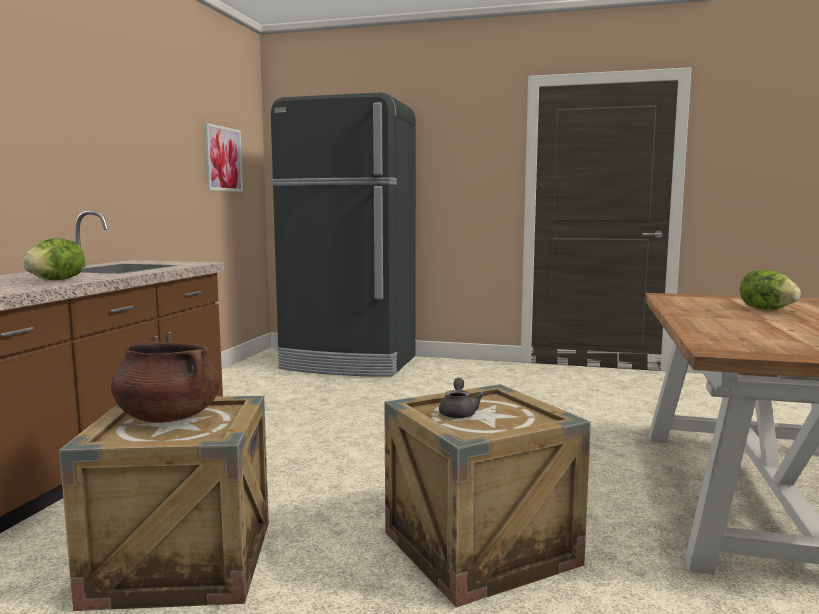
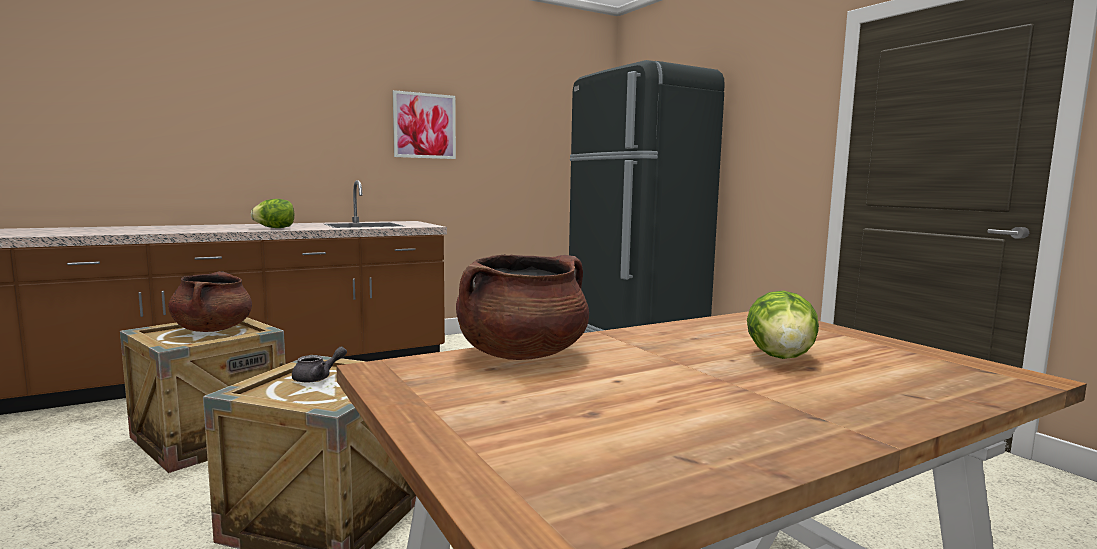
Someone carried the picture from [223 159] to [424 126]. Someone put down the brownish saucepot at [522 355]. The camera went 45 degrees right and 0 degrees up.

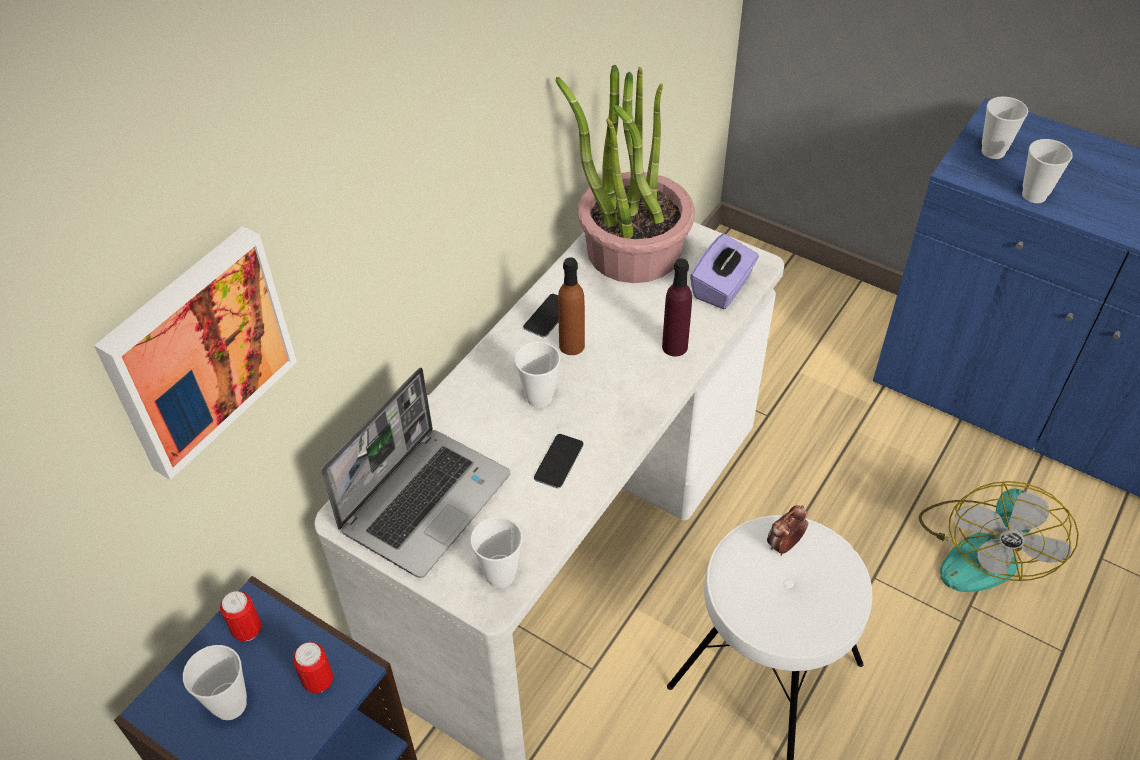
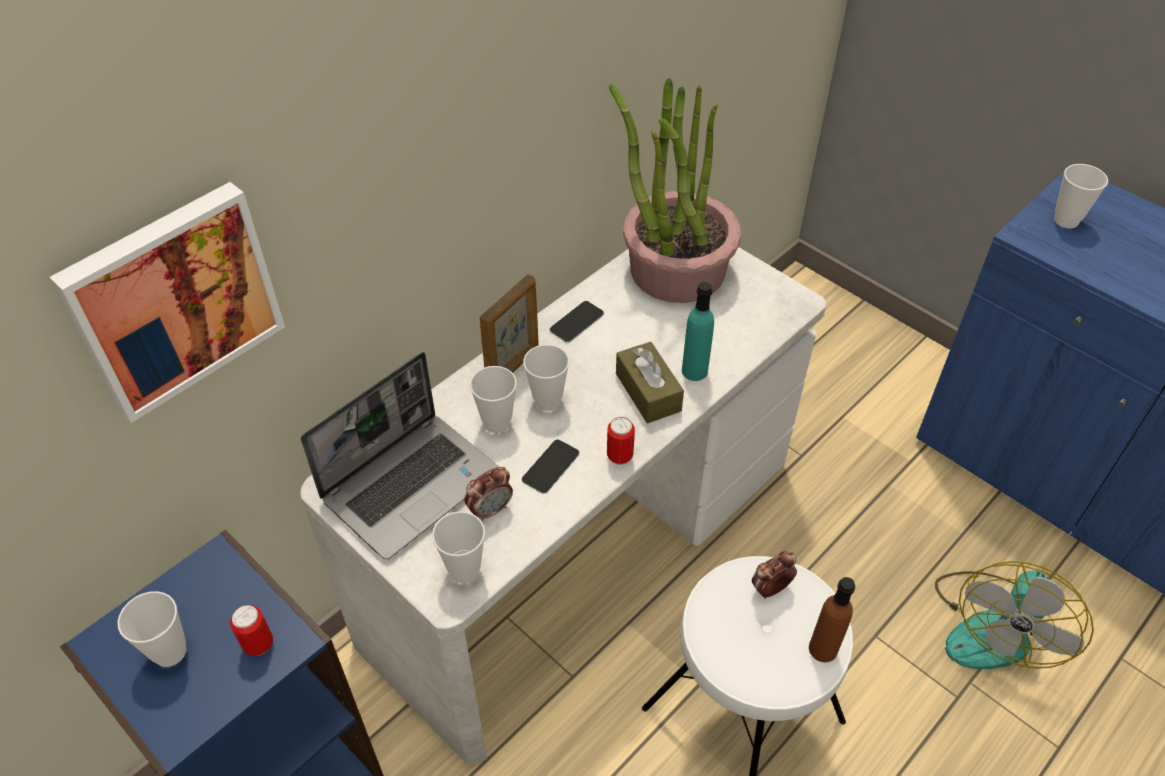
Someone put down the table clock at [490 510]. Someone carried the small cup from [1034 195] to [497 422]. Someone put down the standing frame at [513 366]. Someone carried the sealed can from [247 630] to [619 456]. Someone put down the brownish tissue box at [648 392]. Someone repainted the purplish bottle at [674 346], which became the blue-green bottle at [694 371]. Someone carried the brownish bottle from [572 345] to [823 649]. Someone took away the purplish tissue box at [722 288]. The camera went 10 degrees right and 0 degrees up.

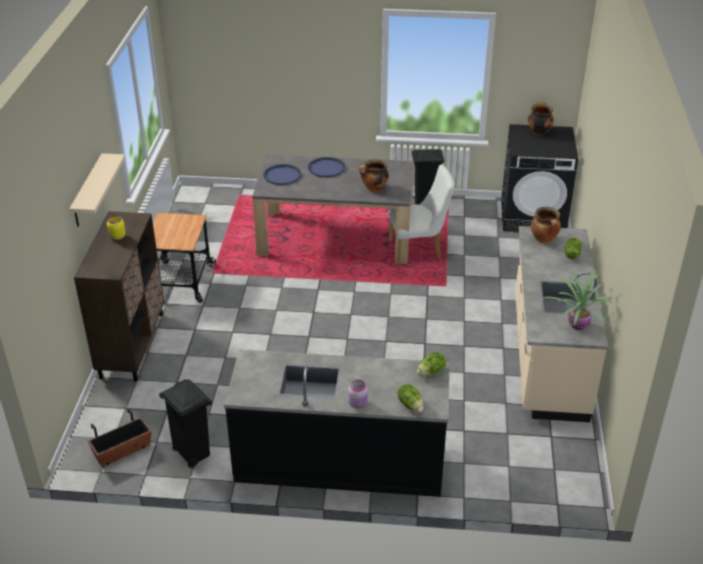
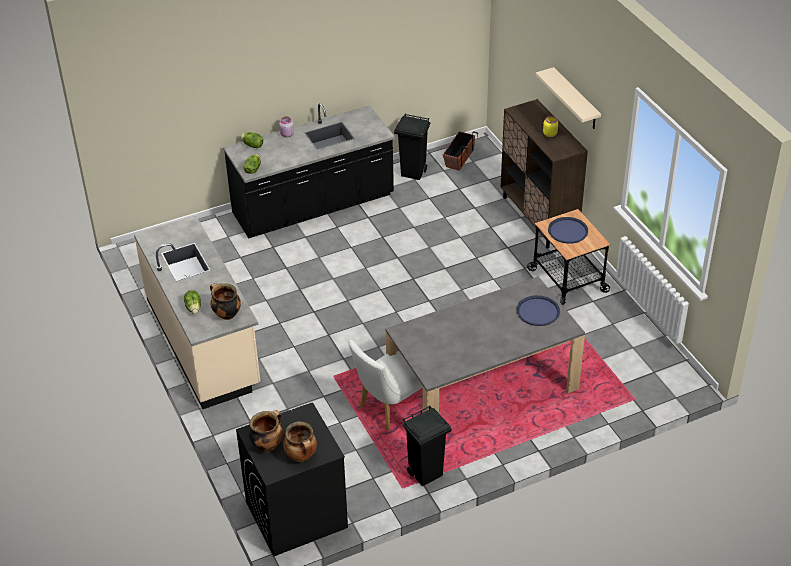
Someone carried the saucepot from [374 189] to [267 444]. Someone carried the blue carrying tray from [326 168] to [568 231]. Someone took away the plant in a pot at [577 325]. The camera went 150 degrees right and 5 degrees up.

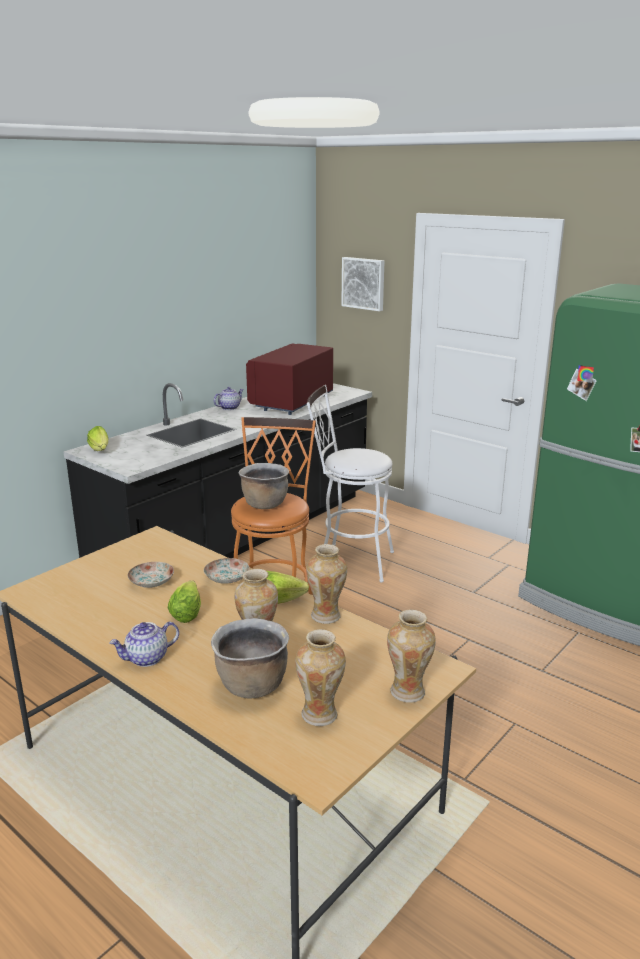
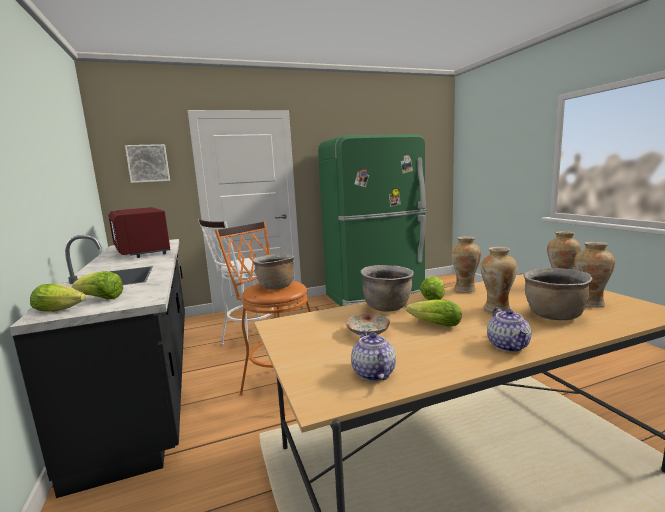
Someone put down the lettuce head at [101 299]. Someone carried the tea pot from [229 407] to [372 373]. Someone swapped the flat dish at [227 578] for the brownish saucepot at [387 307]. The camera went 60 degrees left and 10 degrees down.

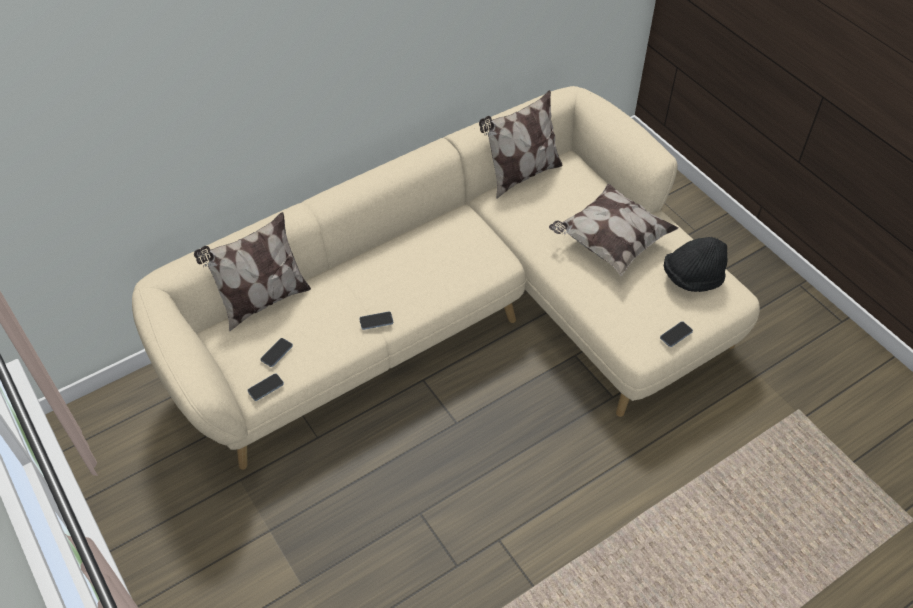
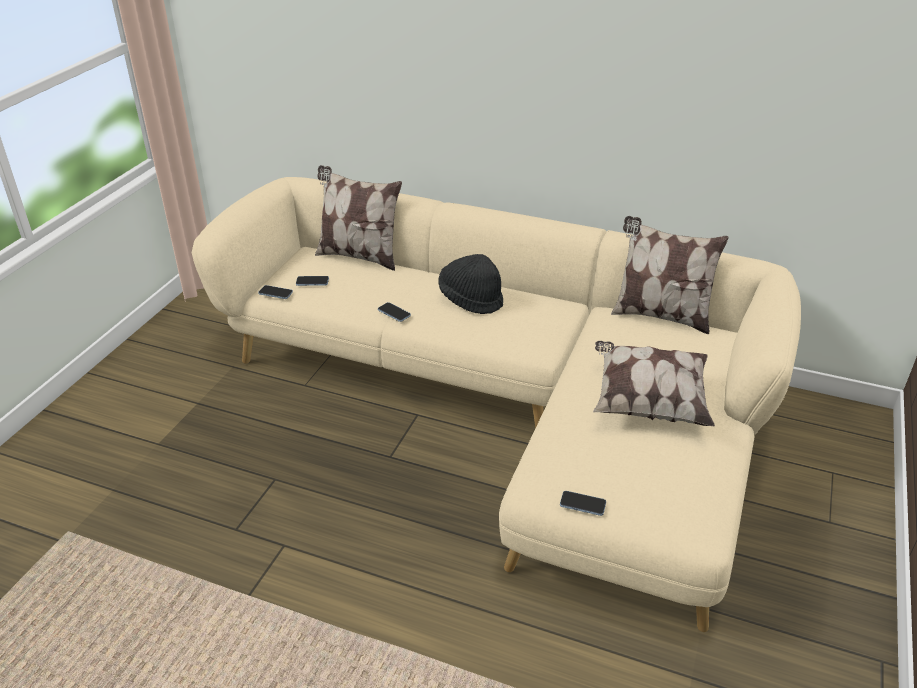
Someone carried the black wearable hat from [692 278] to [471 299]. The camera went 55 degrees right and 15 degrees down.

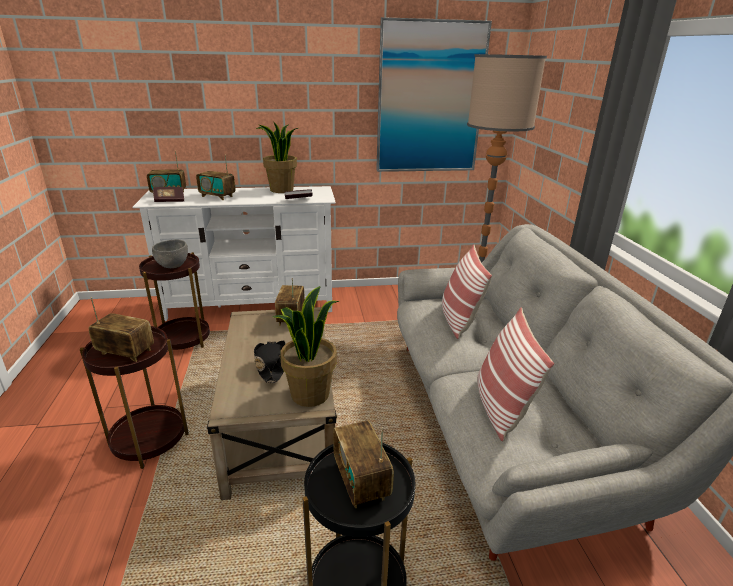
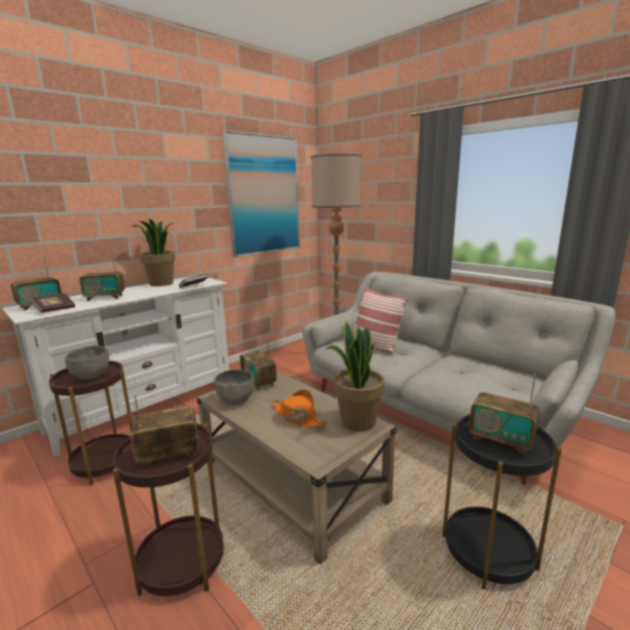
Someone put down the greyish serving bowl at [236 400]. Someone repainted the black wearable hat at [271 365], which became the orange wearable hat at [298 417]. Someone took away the throw pillow at [500 407]. The camera went 35 degrees left and 10 degrees down.

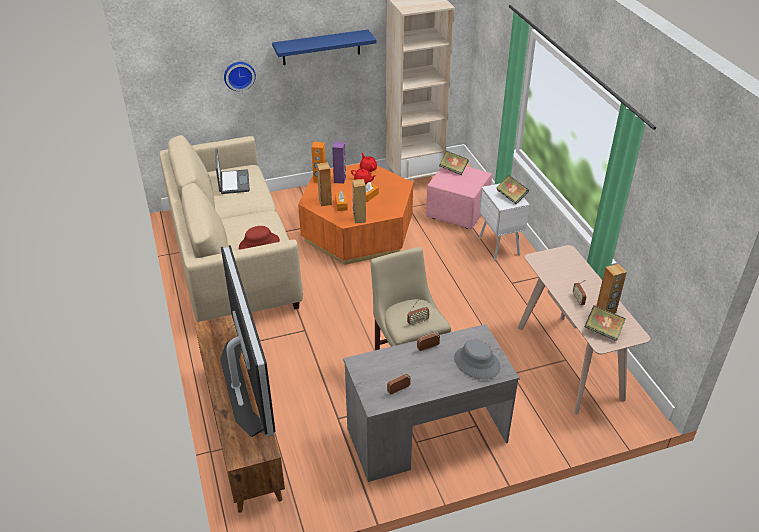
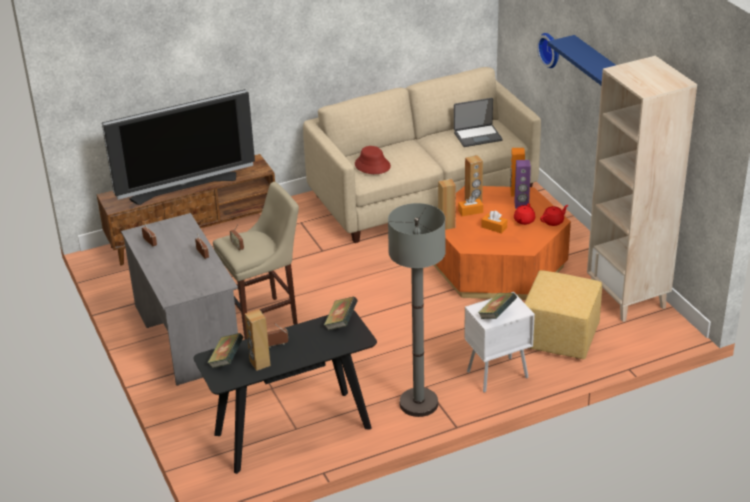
Someone repainted the sand-coloured hall table at [569 362], which became the black hall table at [292 431]. Someone carried the book from [453 169] to [341 322]. Someone put down the greyish standard lamp at [418 403]. Someone repainted the pink-coloured ottoman at [456 213], which became the yellow ottoman at [559 337]. Someone took away the greyish wearable hat at [476 363]. The camera went 85 degrees right and 5 degrees down.

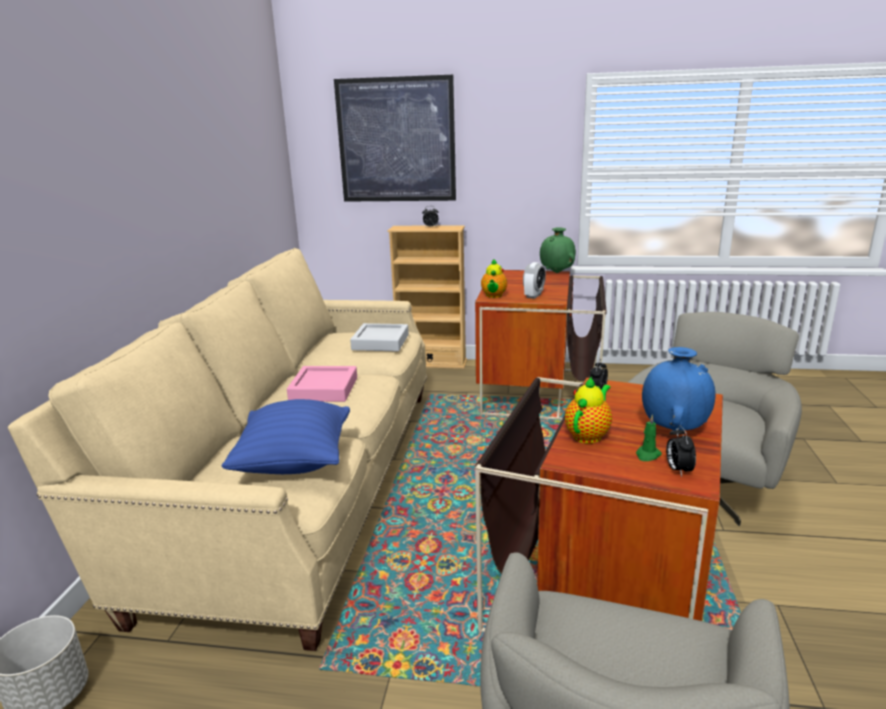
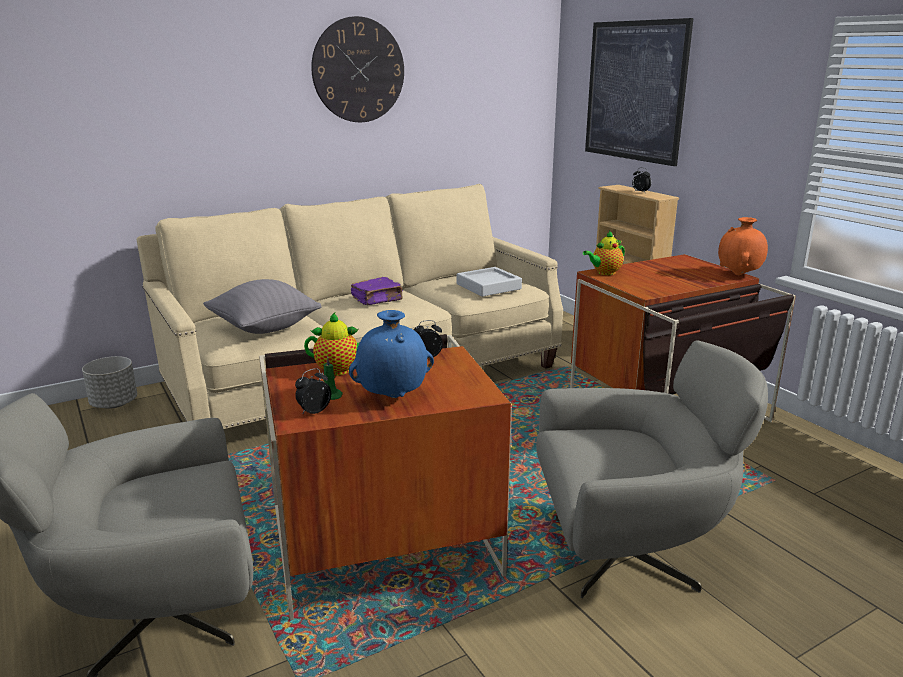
Someone repainted the blue throw pillow at [294 463], which became the greyish throw pillow at [264 328]. Someone put up the clock on the wall at [358 70]. Someone swapped the pink-coloured carrying tray at [324 389] for the purplish book at [377 300]. Someone repainted the green-coloured decorative vase at [557 272], which became the orange decorative vase at [739 275]. Someone took away the table clock at [533 295]. The camera went 50 degrees right and 0 degrees up.

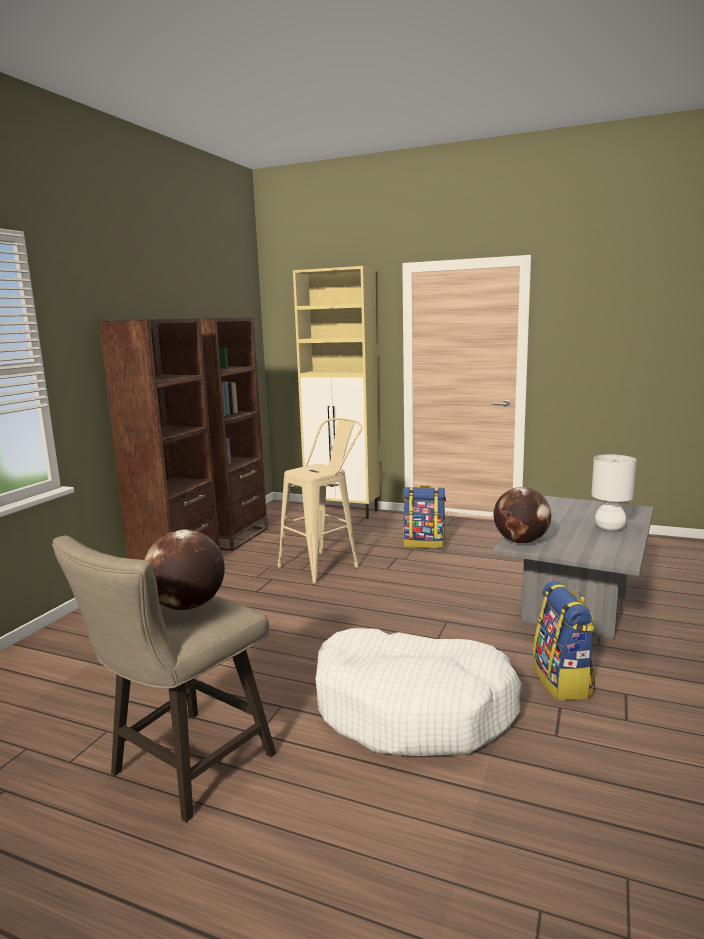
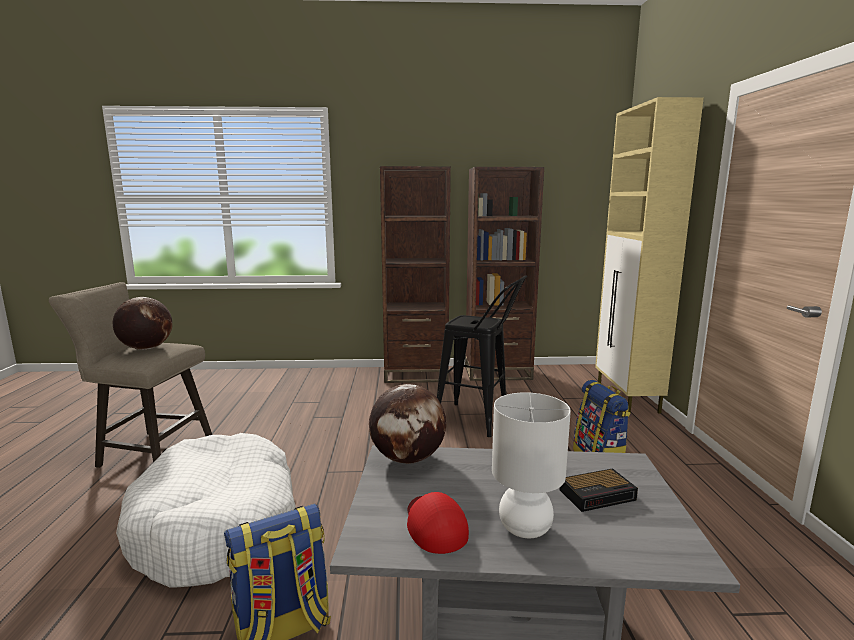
Someone put down the red baseball cap at [434 525]. Someone repainted the sand-coloured stool seat at [325 565], which became the black stool seat at [480 421]. Someone put down the table clock at [598 494]. The camera went 65 degrees right and 0 degrees up.

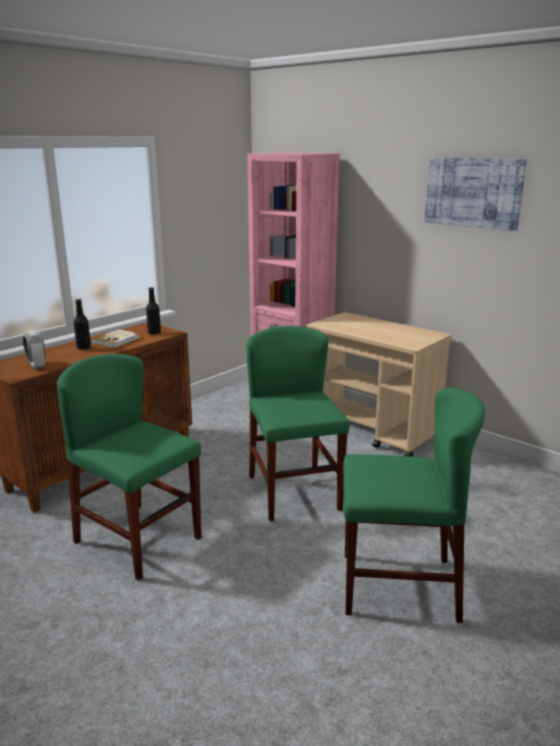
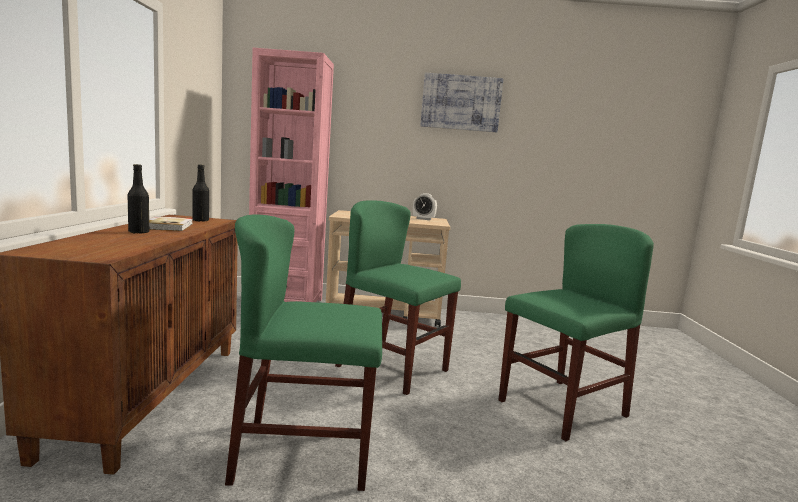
Someone carried the table clock from [37 366] to [423 219]. The camera went 40 degrees left and 10 degrees down.

